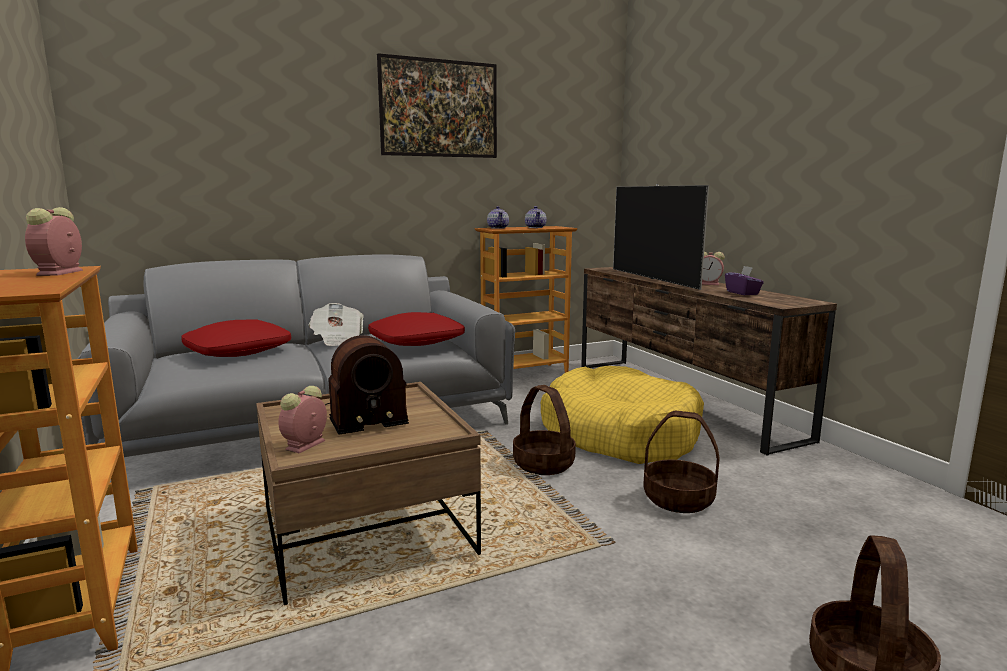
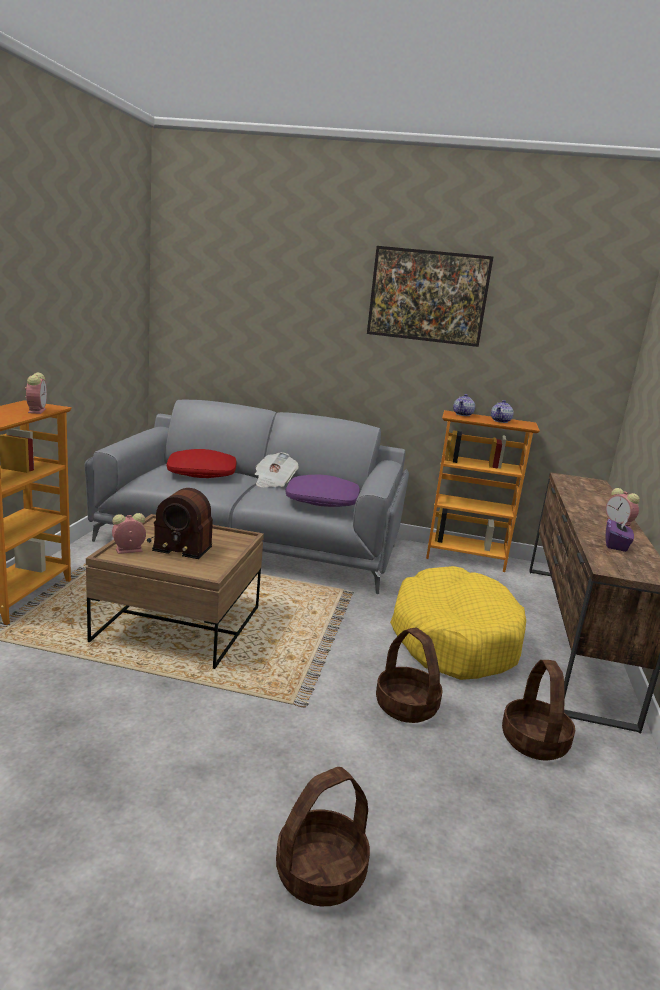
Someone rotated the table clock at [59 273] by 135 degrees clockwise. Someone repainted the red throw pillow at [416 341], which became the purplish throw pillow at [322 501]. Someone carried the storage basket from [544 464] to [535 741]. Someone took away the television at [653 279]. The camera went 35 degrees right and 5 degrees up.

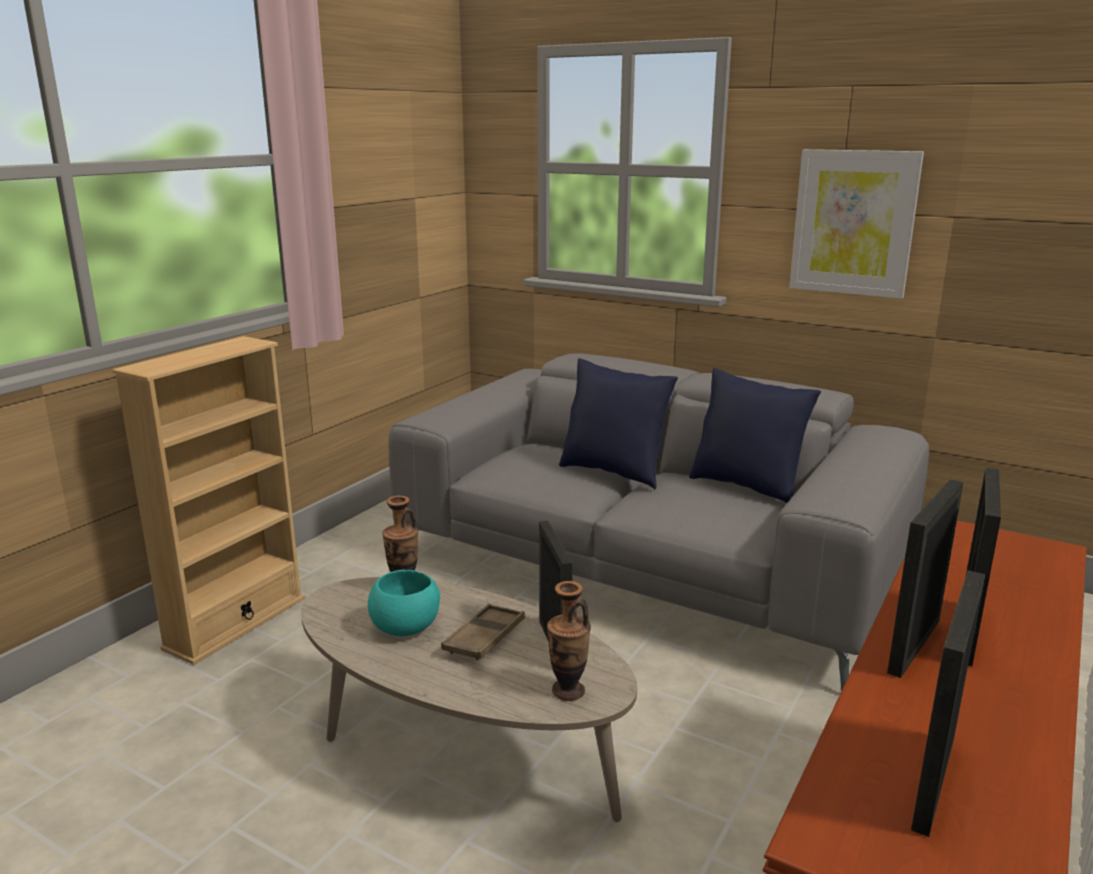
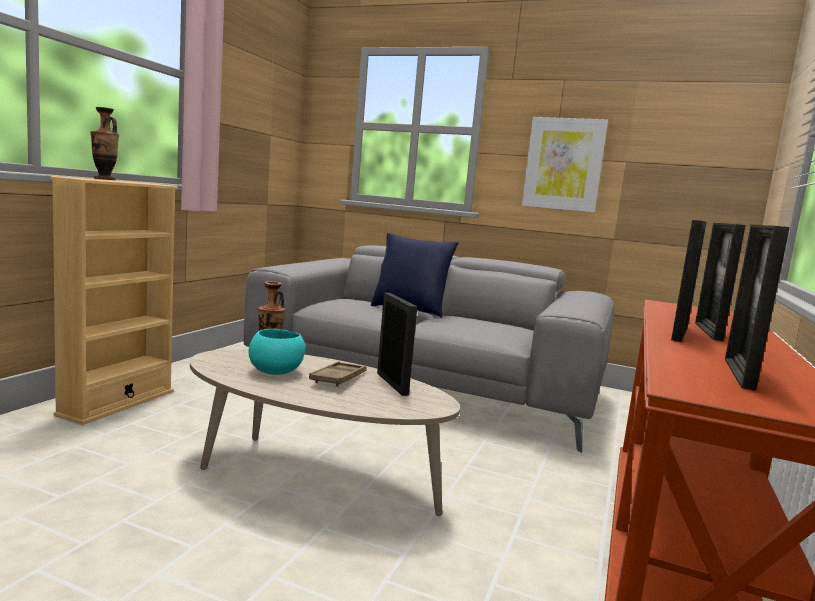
Someone carried the decorative vase from [568 691] to [104 179]. Someone took away the blue throw pillow at [747 486]. The camera went 10 degrees left and 10 degrees down.

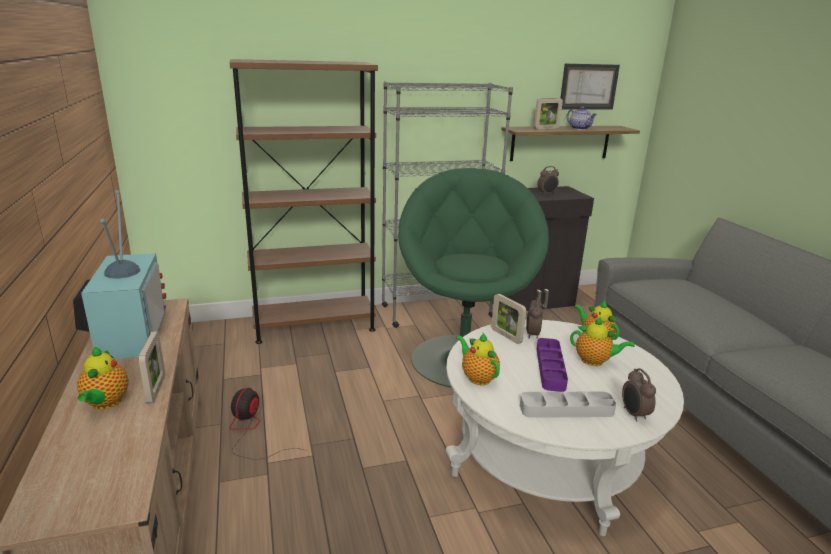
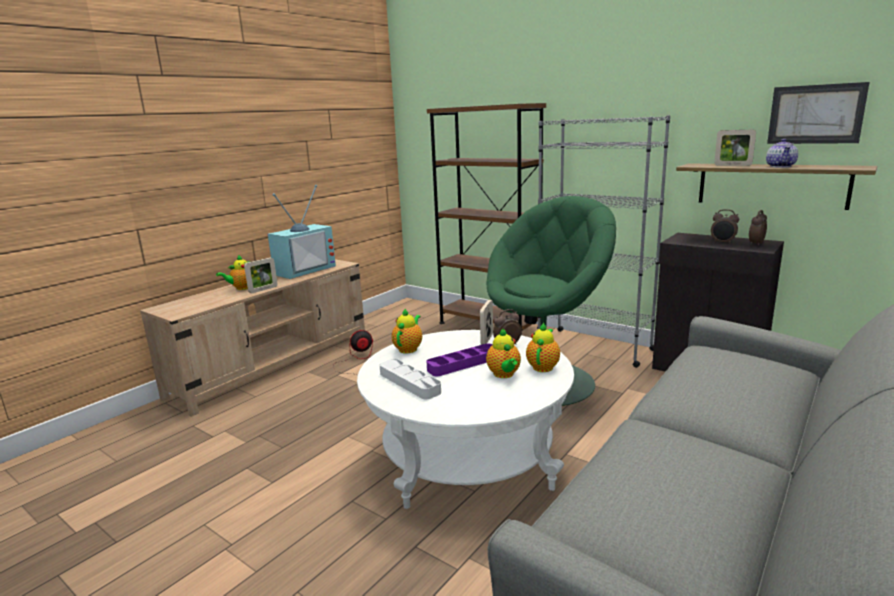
Someone carried the table clock from [633 414] to [755 244]. The camera went 55 degrees right and 5 degrees down.

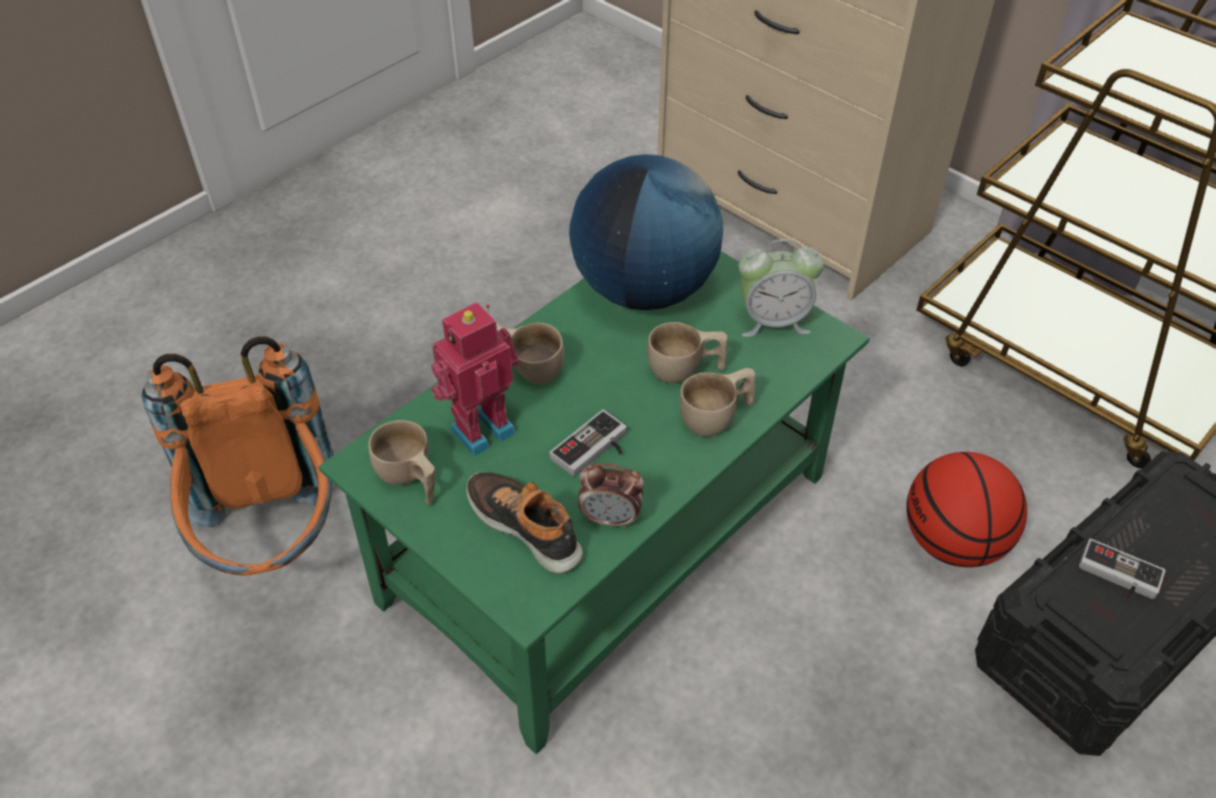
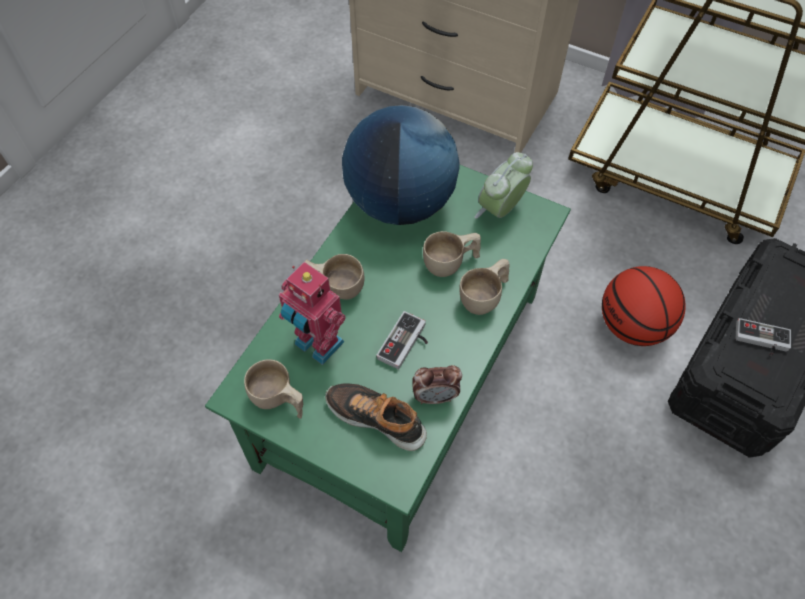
Someone rotated the robot figure at [480 428] by 90 degrees counterclockwise. Someone rotated the table clock at [773 321] by 150 degrees clockwise. Someone took away the orange backpack at [274 544]. The camera went 15 degrees left and 10 degrees up.

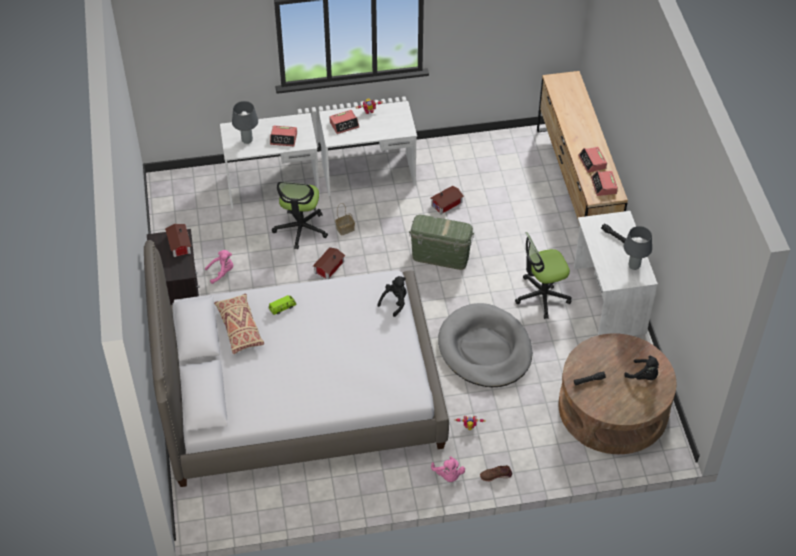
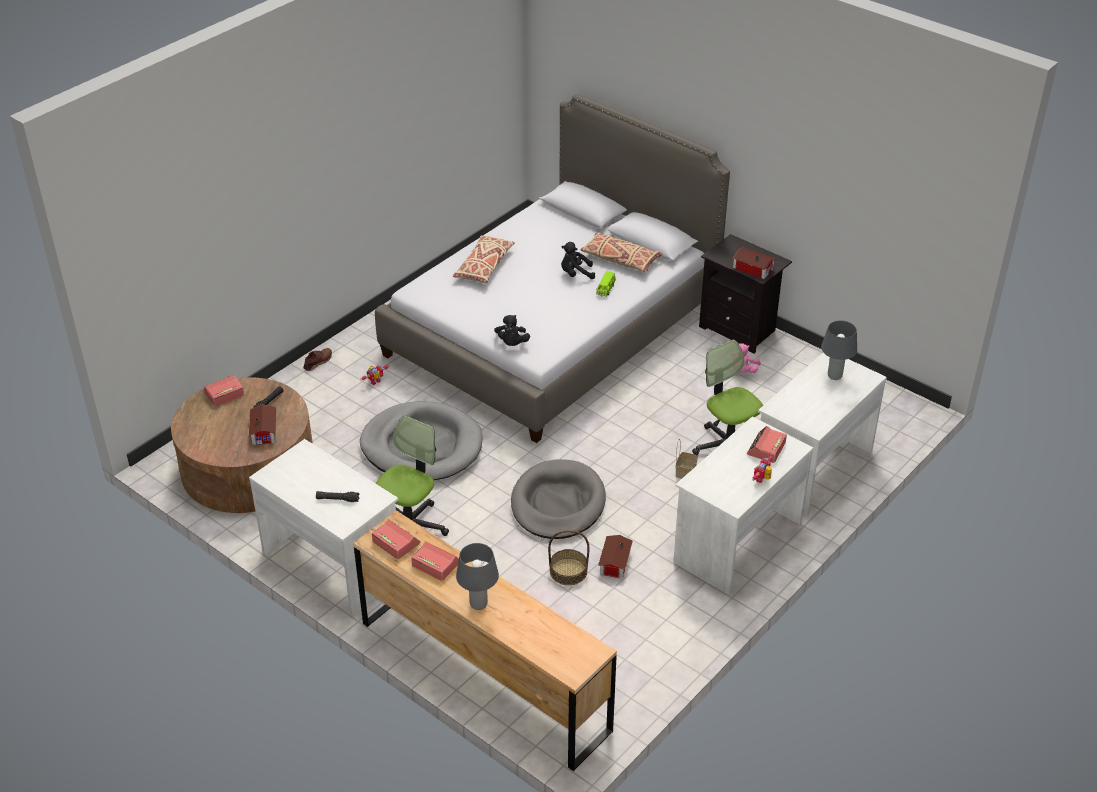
Someone carried the table clock from [284 139] to [224 394]. Someone carried the toy house from [328 267] to [265 430]. Someone put down the sand-coloured throw pillow at [484 267]. Someone carried the greyish lamp for a table from [634 266] to [478 605]. Someone swapped the green-coloured storage bin at [440 256] for the greyish dog cushion at [558 503]. Someone put down the storage basket at [568 571]. Someone carried the black plush toy from [643 376] to [575 274]. Someone took away the pink-coloured plush toy at [448 475]. The camera went 140 degrees right and 10 degrees down.

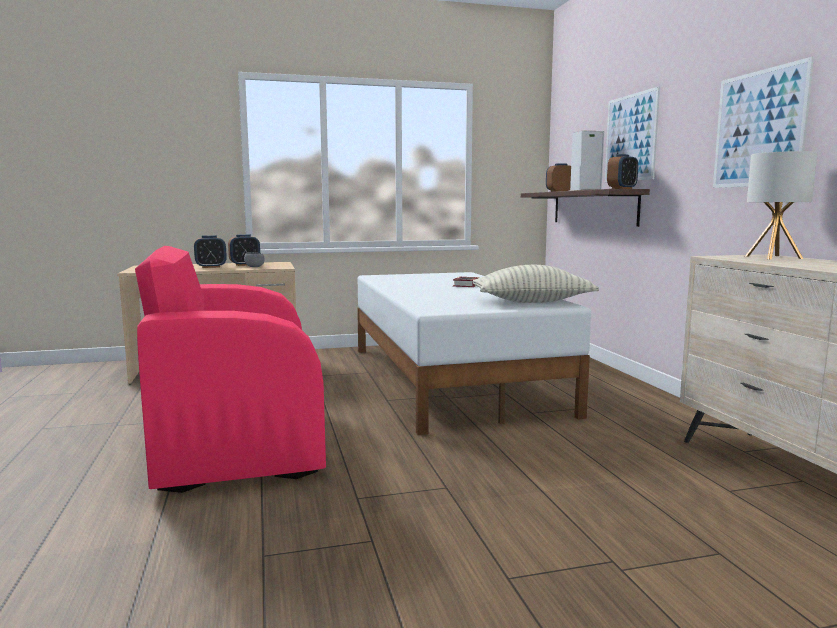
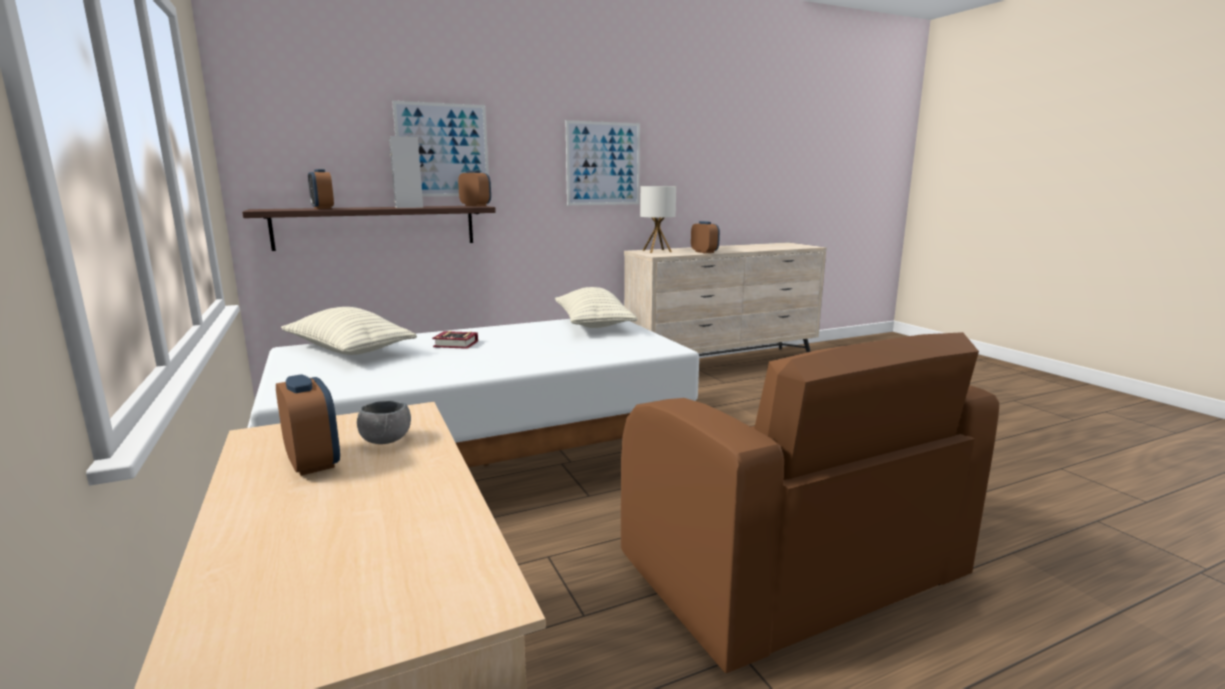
Someone put down the throw pillow at [349 351]. Someone repainted the pink-coloured lounge chair at [238 441], which became the brownish lounge chair at [789 573]. Someone carried the table clock from [211 267] to [704 252]. The camera went 100 degrees left and 5 degrees up.

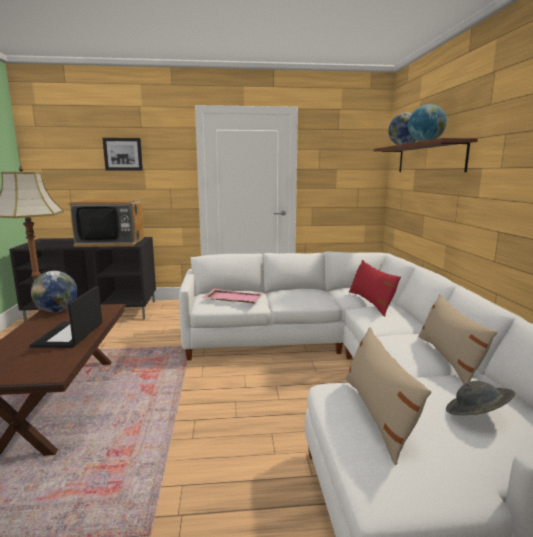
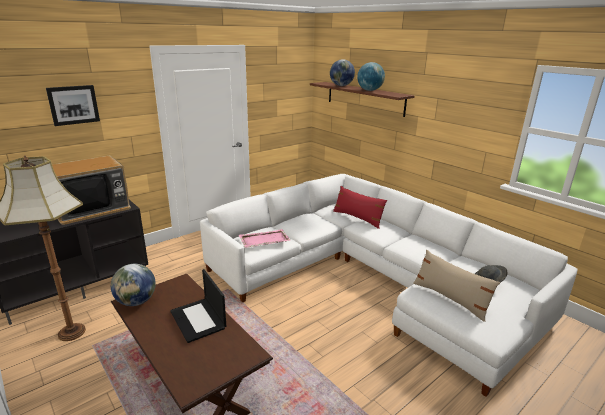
Someone took away the sand-coloured throw pillow at [449 359]. The camera went 35 degrees left and 10 degrees up.

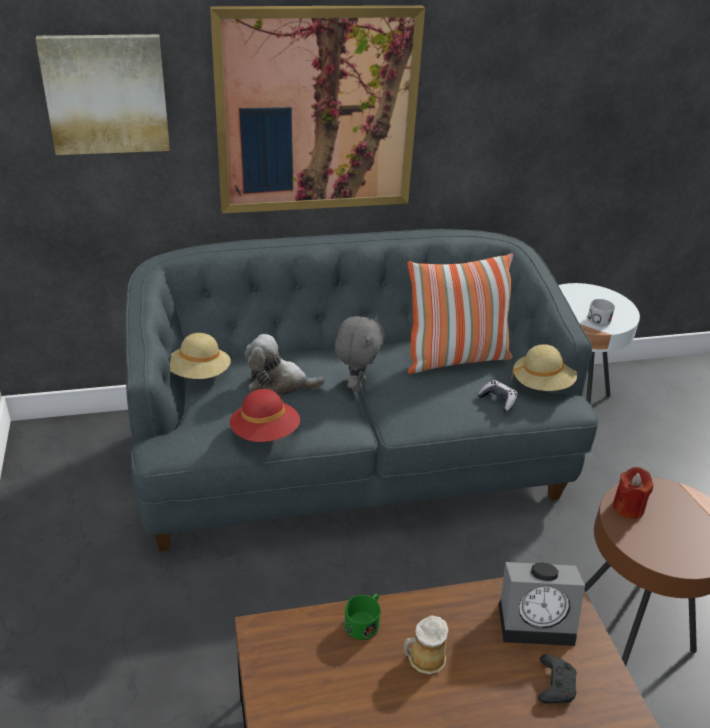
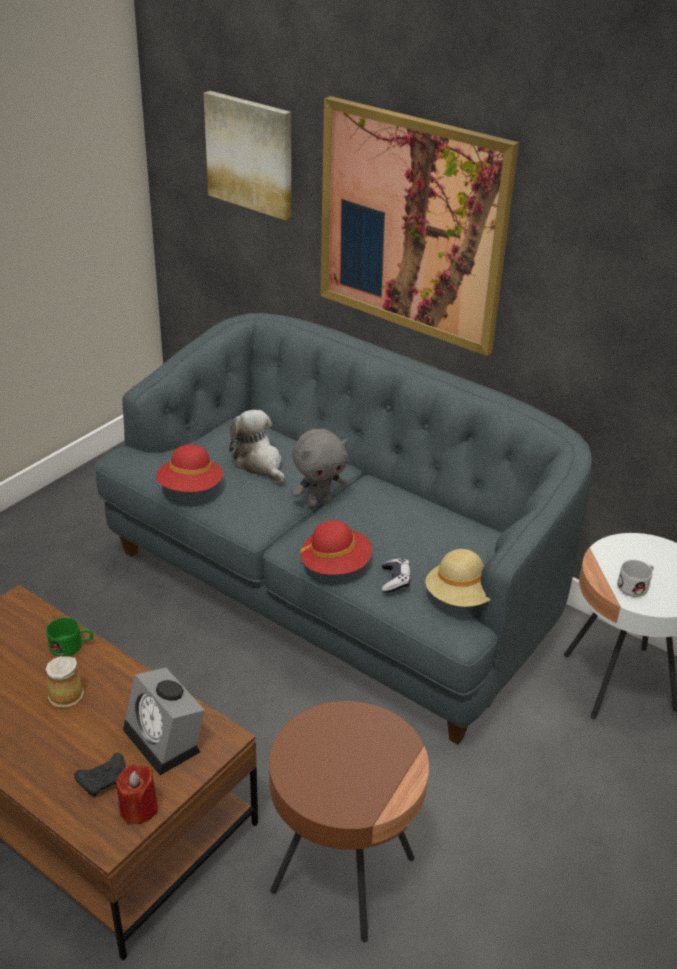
Someone carried the red candle from [628 507] to [138 808]. Someone put down the red wearable hat at [336 565]. Someone took away the sand-coloured wearable hat at [199 374]. Someone took away the throw pillow at [455 359]. The camera went 50 degrees right and 0 degrees up.

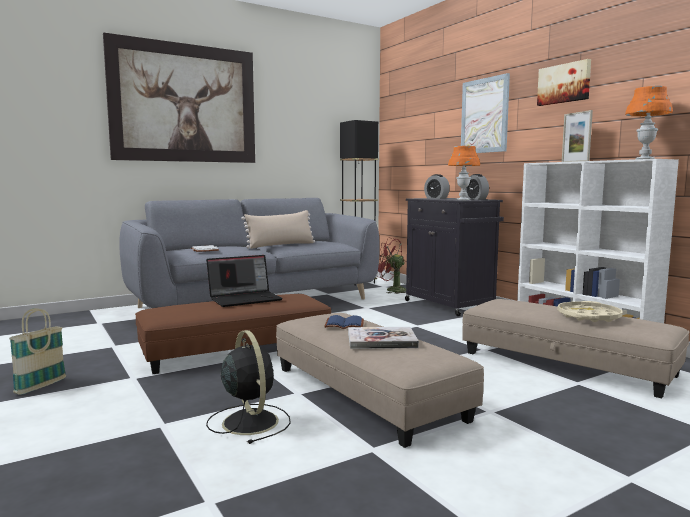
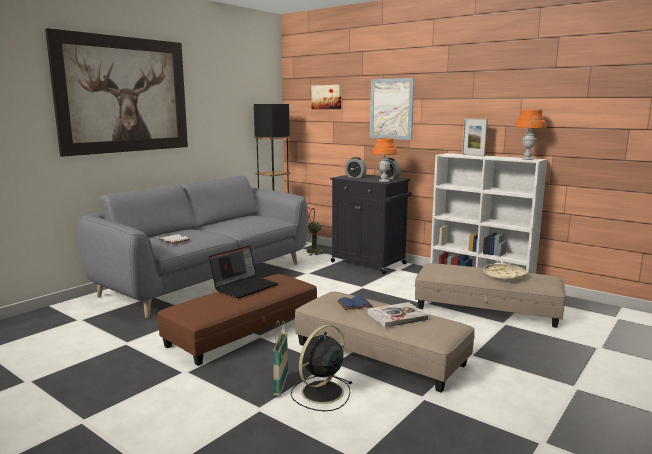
Someone carried the storage basket from [41 386] to [281 385]. Someone rotated the black electric fan at [249 421] by 90 degrees counterclockwise. Someone carried the picture from [564 83] to [327 97]. Someone took away the sand-coloured throw pillow at [281 245]. The camera went 20 degrees left and 5 degrees up.

